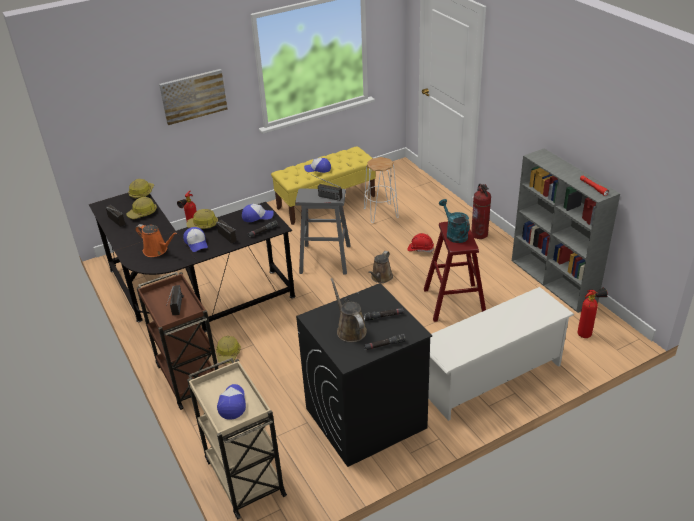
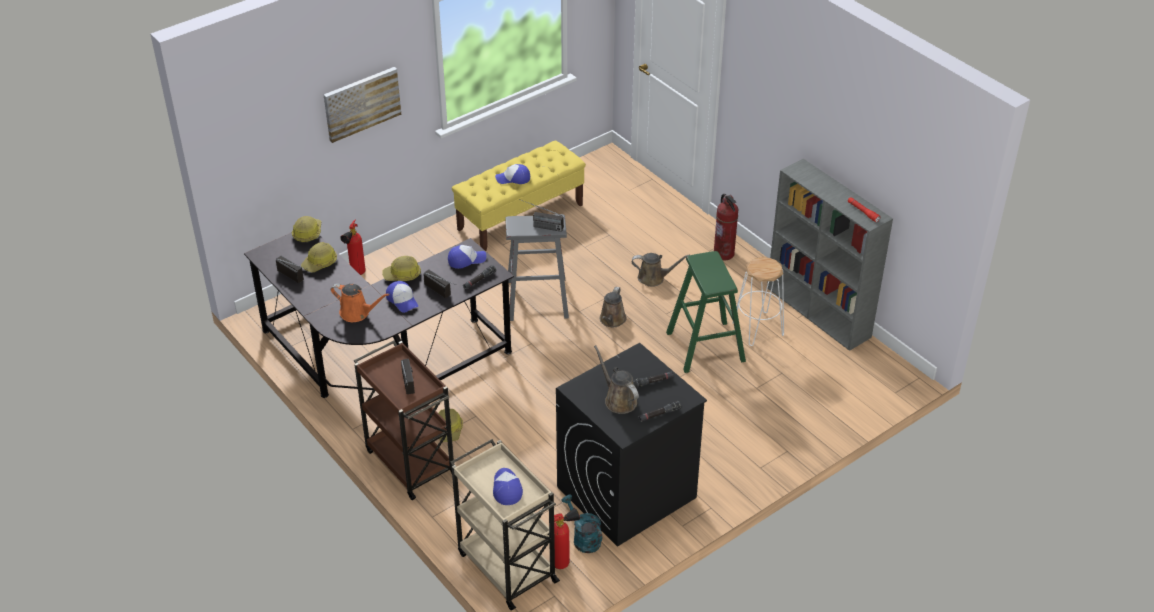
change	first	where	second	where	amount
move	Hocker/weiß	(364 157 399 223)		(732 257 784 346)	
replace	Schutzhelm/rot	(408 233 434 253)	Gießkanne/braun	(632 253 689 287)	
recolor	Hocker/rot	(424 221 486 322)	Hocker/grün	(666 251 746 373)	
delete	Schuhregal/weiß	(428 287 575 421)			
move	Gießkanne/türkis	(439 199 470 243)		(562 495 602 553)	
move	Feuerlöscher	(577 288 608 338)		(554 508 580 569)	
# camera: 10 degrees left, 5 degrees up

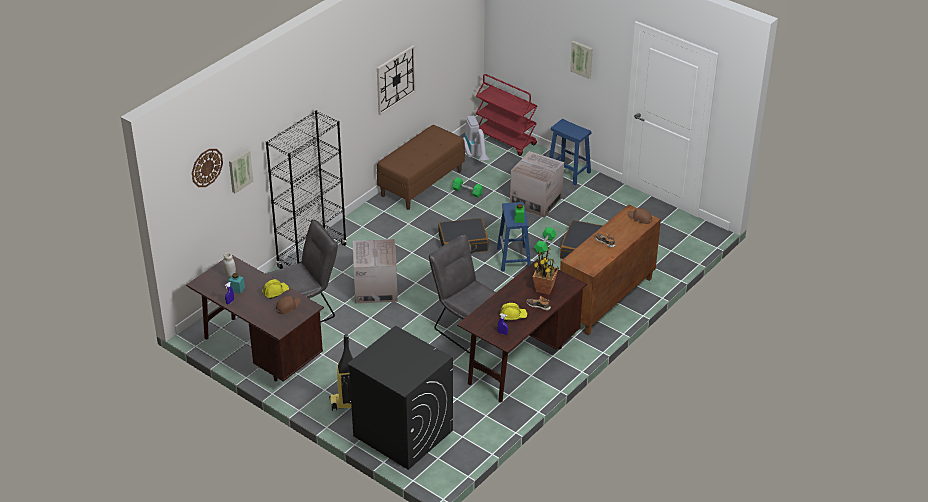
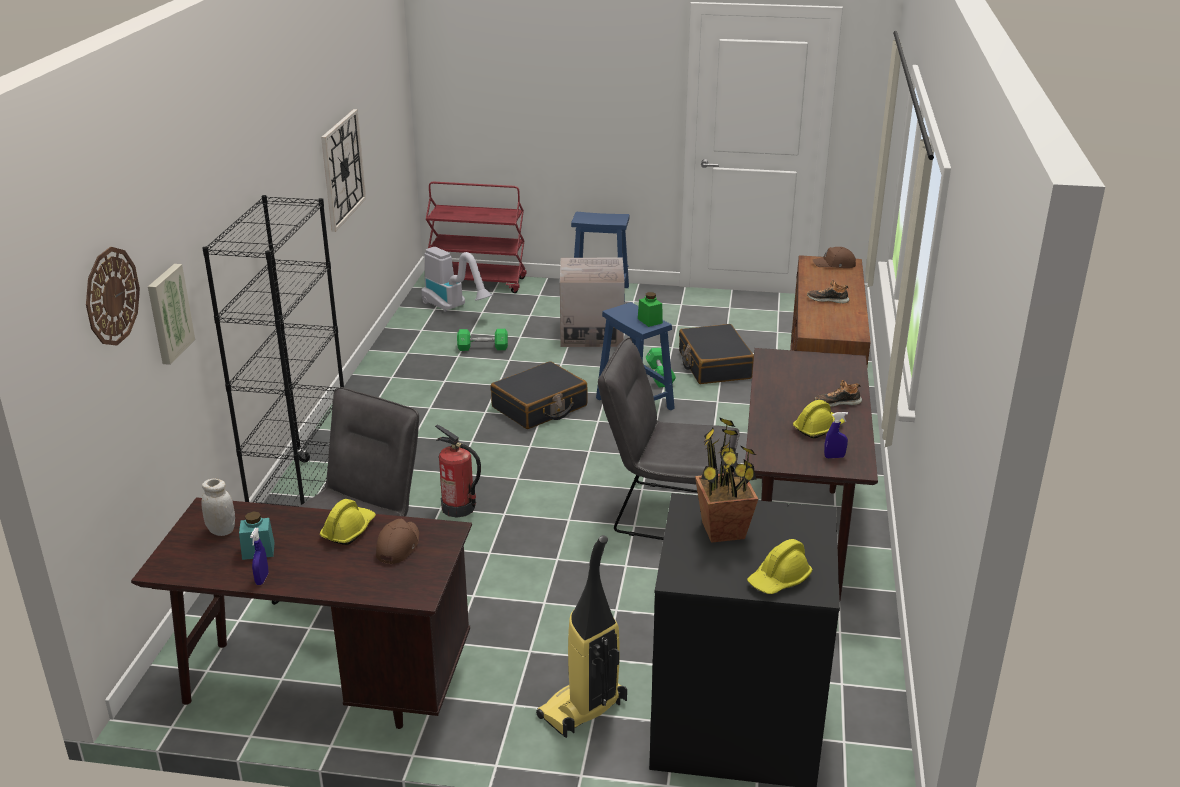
change	first	where	second	where	amount
replace	Karton	(353 239 398 304)	Feuerlöscher	(435 425 481 518)	
delete	Bank/braun	(377 125 465 210)			
move	Topfpflanze	(533 247 559 295)		(695 417 758 543)	
delete	Bild	(570 41 593 79)			
insert			Schutzhelm/gelb	(747 539 813 594)	
# camera: 30 degrees left, 10 degrees down

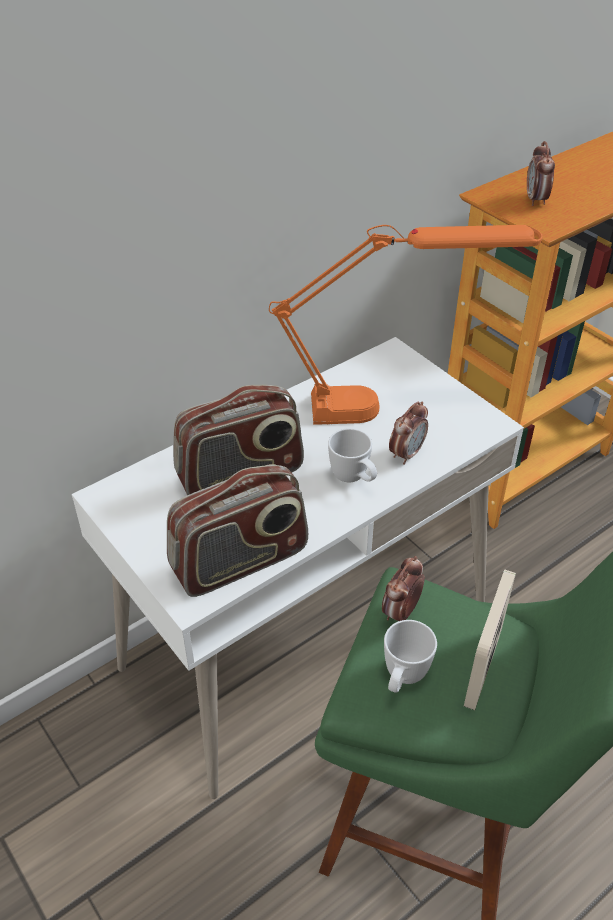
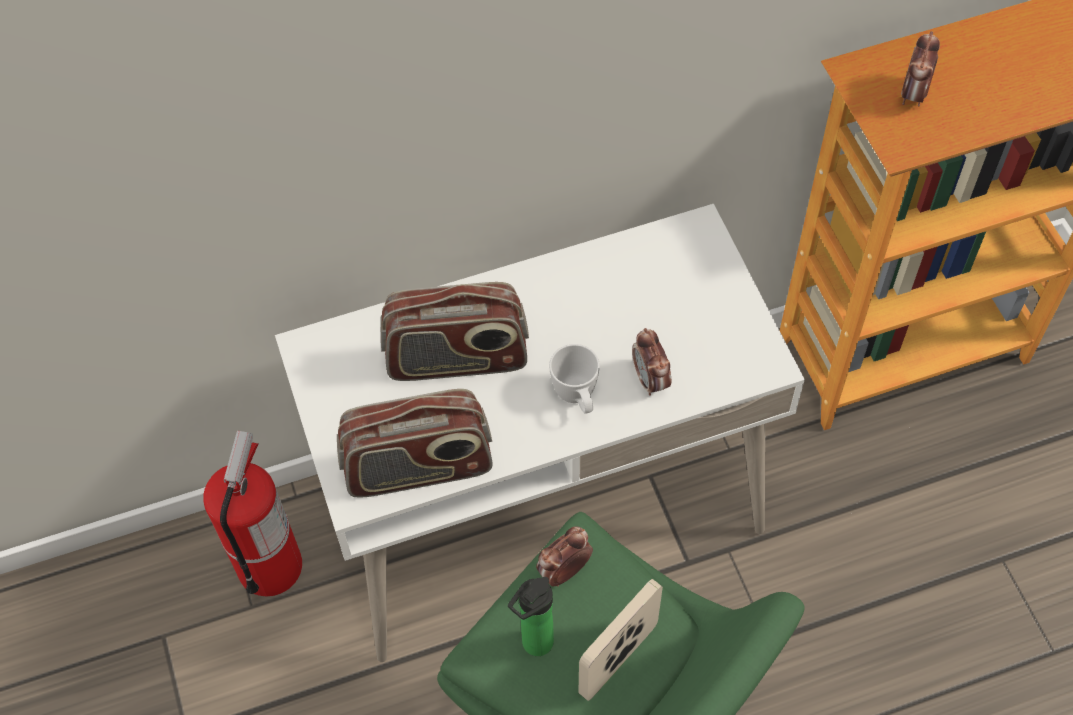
change	first	where	second	where	amount
delete	Tischlampe/orange	(269 225 542 425)			
replace	Henkelbecher/weiß	(384 620 437 693)	Flasche	(508 577 554 656)	
rotate	Wecker	(389 402 428 465)		(632 328 671 396)	105 degrees clockwise
insert			Feuerlöscher	(203 431 302 596)	
# camera: 20 degrees right, 15 degrees up

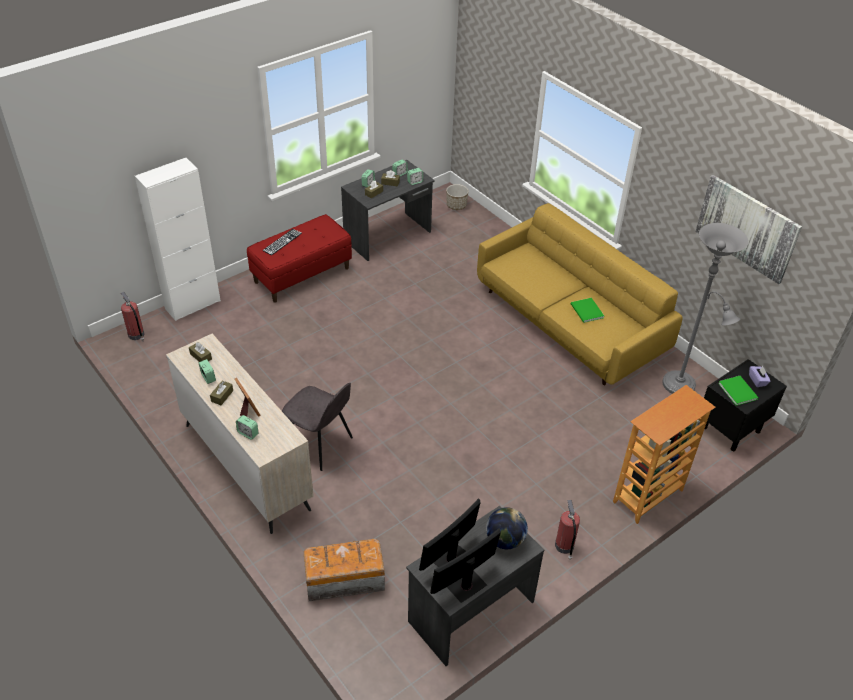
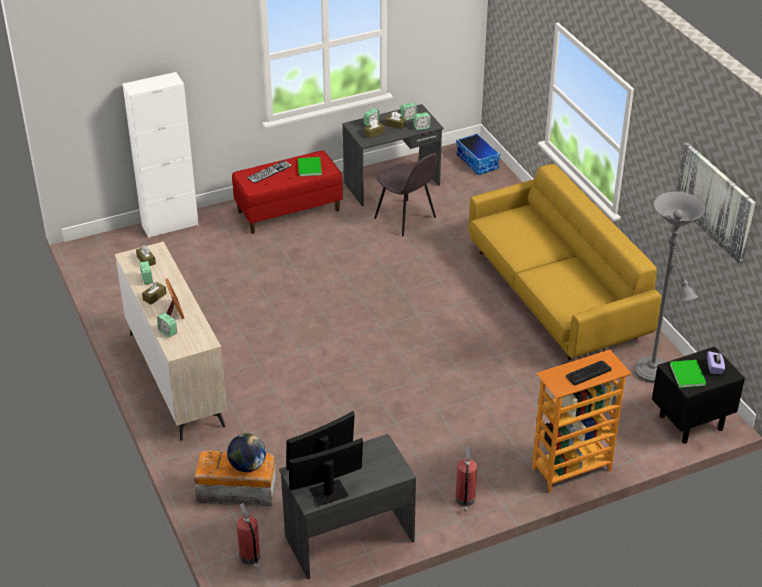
change	first	where	second	where	amount
move	Feuerlöscher	(121 292 144 342)		(237 503 260 569)	
move	Stuhl/grau	(282 383 353 471)		(374 153 438 236)	
replace	Pflanzkübel	(446 184 469 210)	Aufbewahrungsbox	(456 133 500 175)	
move	Globus	(486 507 528 549)		(227 433 266 472)	
move	Buch/grün	(571 298 604 323)		(298 157 322 176)	
insert			Tastatur	(566 361 612 385)	
# camera: 15 degrees right, 5 degrees down

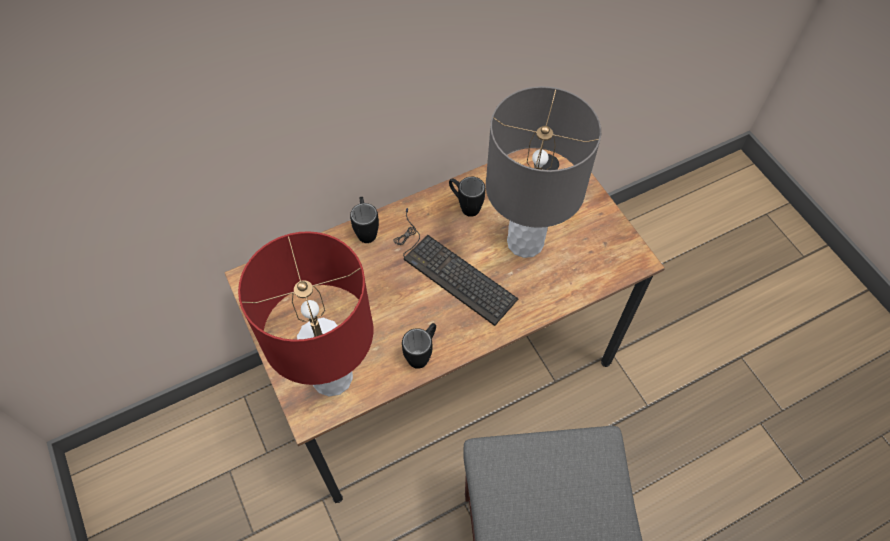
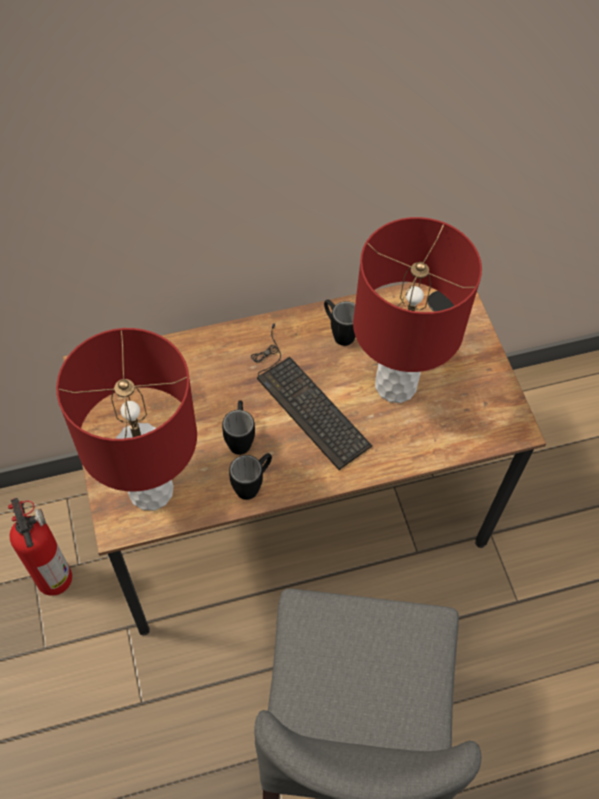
change	first	where	second	where	amount
move	Henkelbecher/schwarz	(350 197 379 243)		(222 400 255 455)	
recolor	Tischlampe/grau	(486 86 601 258)	Tischlampe/rot	(353 217 482 403)	
insert			Feuerlöscher	(8 498 72 596)	
# camera: 10 degrees right, 0 degrees up

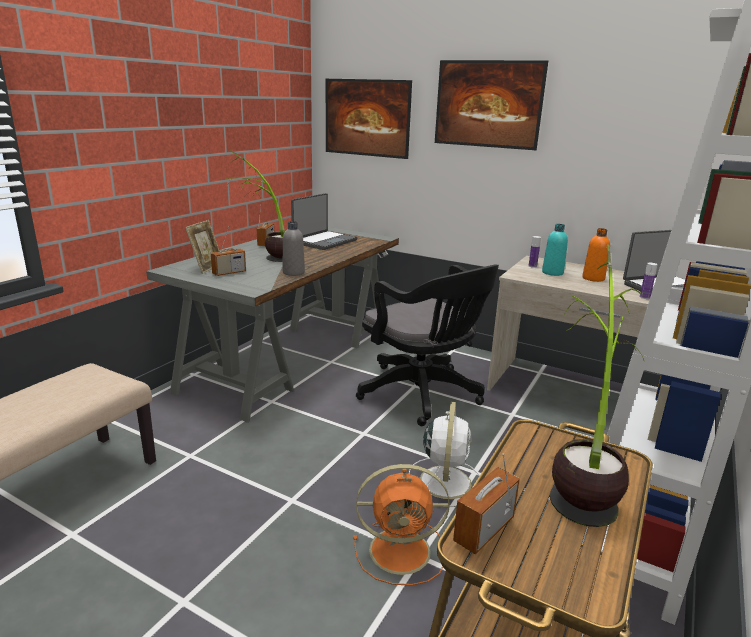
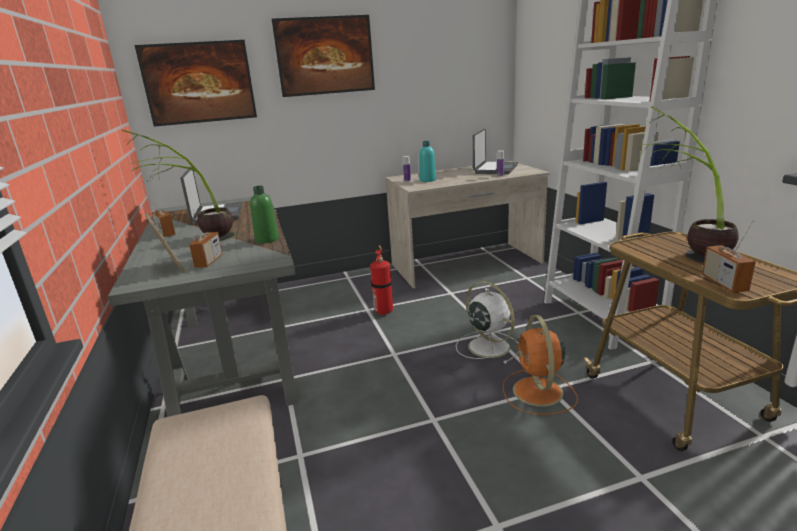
change	first	where	second	where	amount
recolor	Flasche/grau	(283 221 305 276)	Flasche/grün	(250 186 279 243)	
rotate	Ventilator/orange	(353 464 450 586)		(503 315 578 415)	135 degrees clockwise
replace	Bürostuhl/schwarz	(356 265 499 426)	Feuerlöscher	(370 245 393 316)	
delete	Flasche/orange	(582 228 610 282)			
# camera: 45 degrees left, 0 degrees up

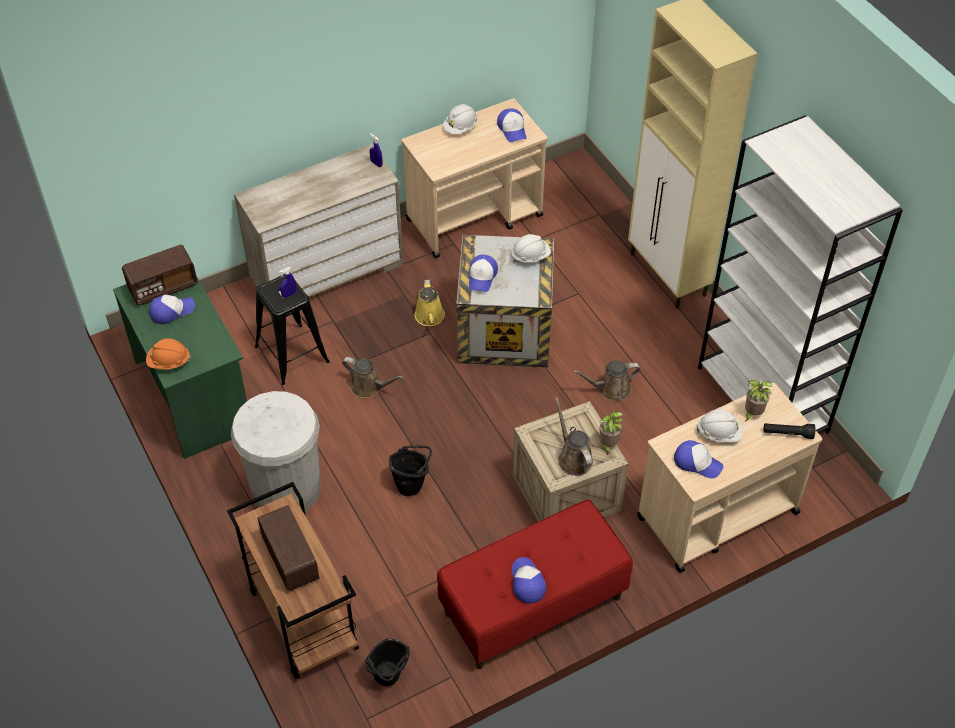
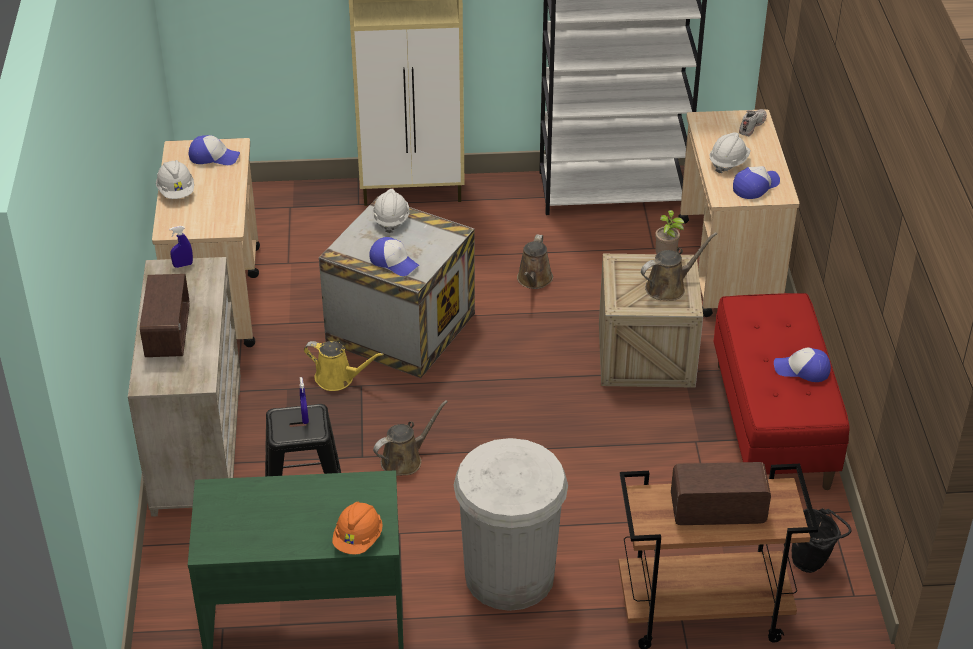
change	first	where	second	where	amount
move	Radio	(122 245 198 305)		(140 274 190 357)	
delete	Kappe	(149 295 195 324)			
delete	Eimer/schwarz	(389 445 432 496)			
rotate	Gießkanne/braun	(555 397 593 476)		(641 232 717 301)	150 degrees clockwise
delete	Topfpflanze	(745 380 772 421)			
replace	Taschenlampe/schwarz	(764 423 815 439)	Schuh/weiß	(739 109 767 136)	
# camera: 65 degrees left, 10 degrees down

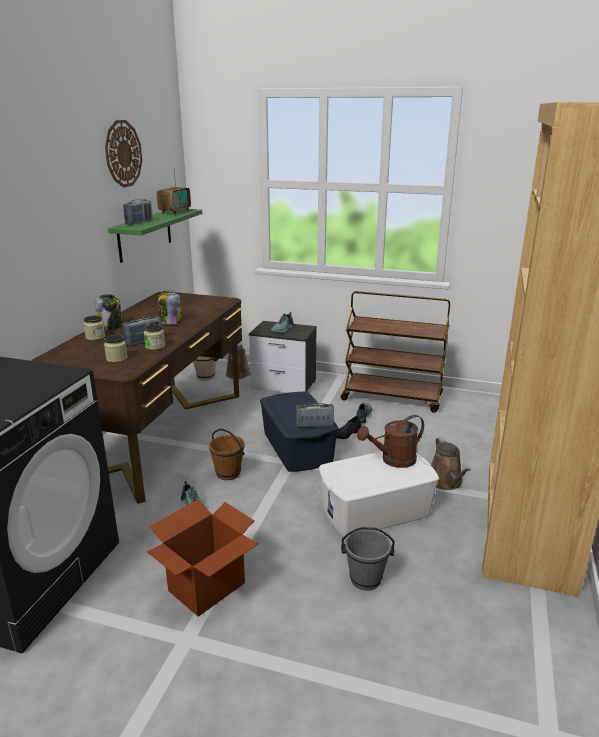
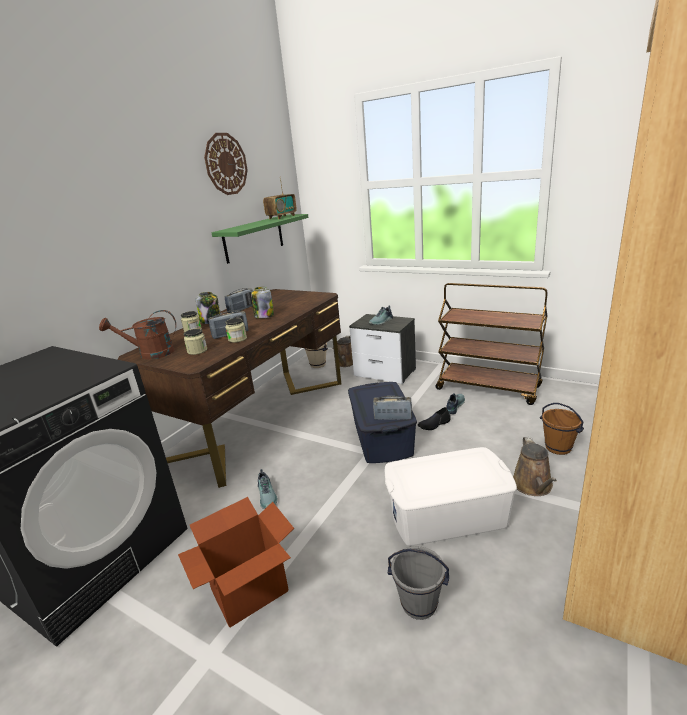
change	first	where	second	where	amount
move	Radio	(123 199 153 225)		(225 288 253 313)	
move	Eimer/braun	(209 429 245 480)		(540 403 584 455)	
move	Gießkanne/braun	(357 415 424 468)		(99 310 176 359)	
# camera: 15 degrees right, 0 degrees up

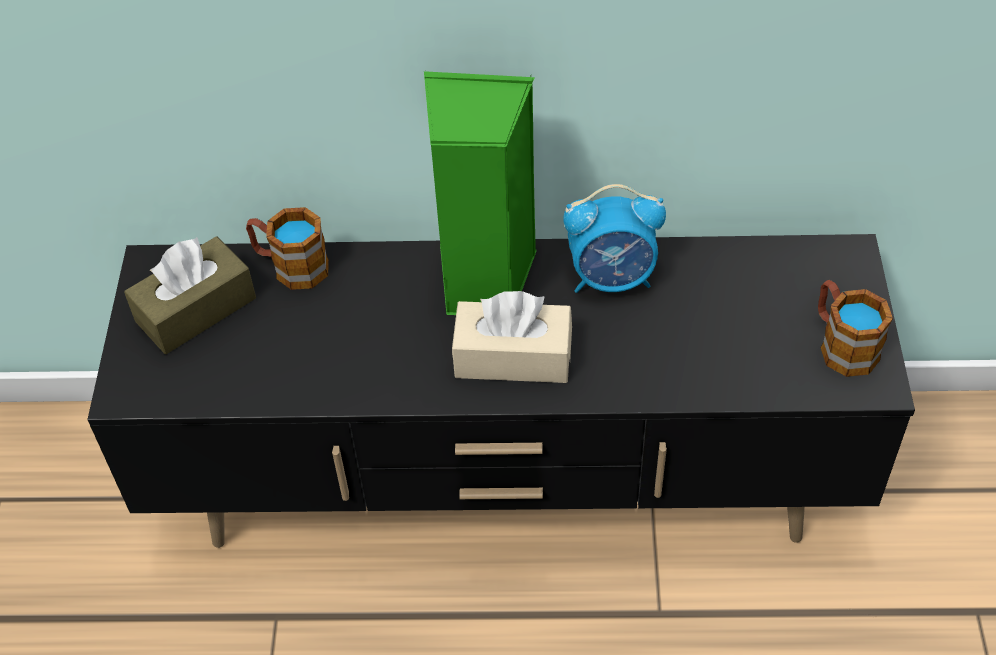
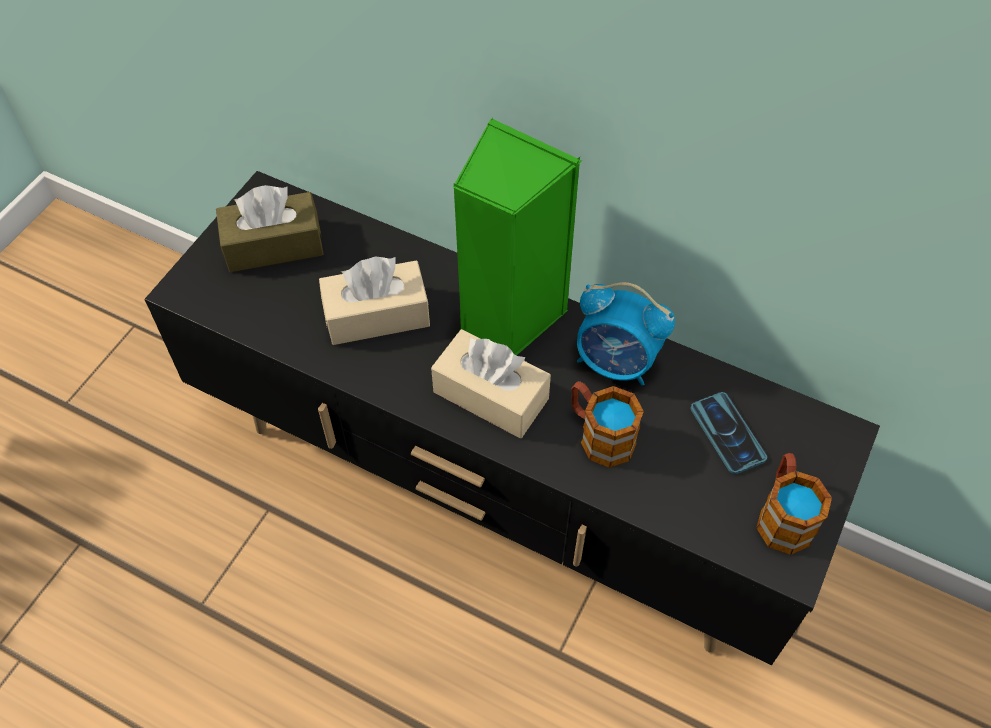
change	first	where	second	where	amount
move	Henkelbecher	(246 207 329 290)		(571 381 644 468)	
insert			Taschentuchbox/beige	(319 257 430 345)	
insert			Handy	(691 392 767 474)	
# camera: 25 degrees right, 5 degrees up

